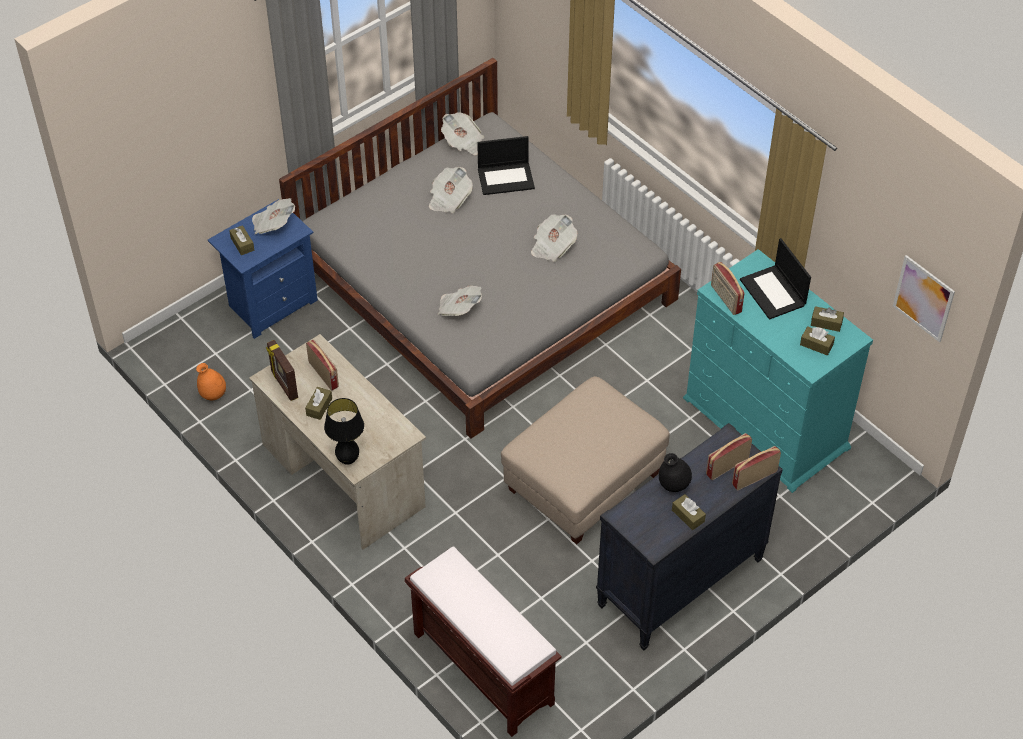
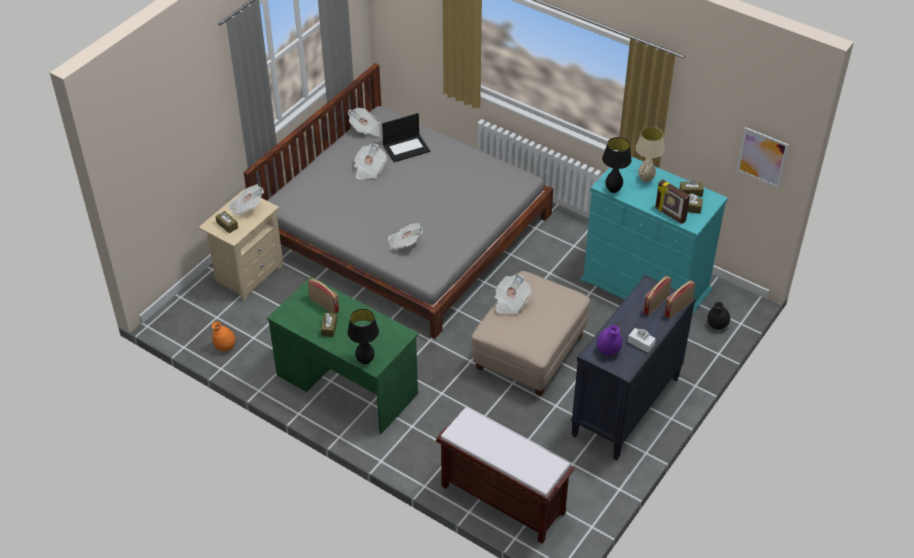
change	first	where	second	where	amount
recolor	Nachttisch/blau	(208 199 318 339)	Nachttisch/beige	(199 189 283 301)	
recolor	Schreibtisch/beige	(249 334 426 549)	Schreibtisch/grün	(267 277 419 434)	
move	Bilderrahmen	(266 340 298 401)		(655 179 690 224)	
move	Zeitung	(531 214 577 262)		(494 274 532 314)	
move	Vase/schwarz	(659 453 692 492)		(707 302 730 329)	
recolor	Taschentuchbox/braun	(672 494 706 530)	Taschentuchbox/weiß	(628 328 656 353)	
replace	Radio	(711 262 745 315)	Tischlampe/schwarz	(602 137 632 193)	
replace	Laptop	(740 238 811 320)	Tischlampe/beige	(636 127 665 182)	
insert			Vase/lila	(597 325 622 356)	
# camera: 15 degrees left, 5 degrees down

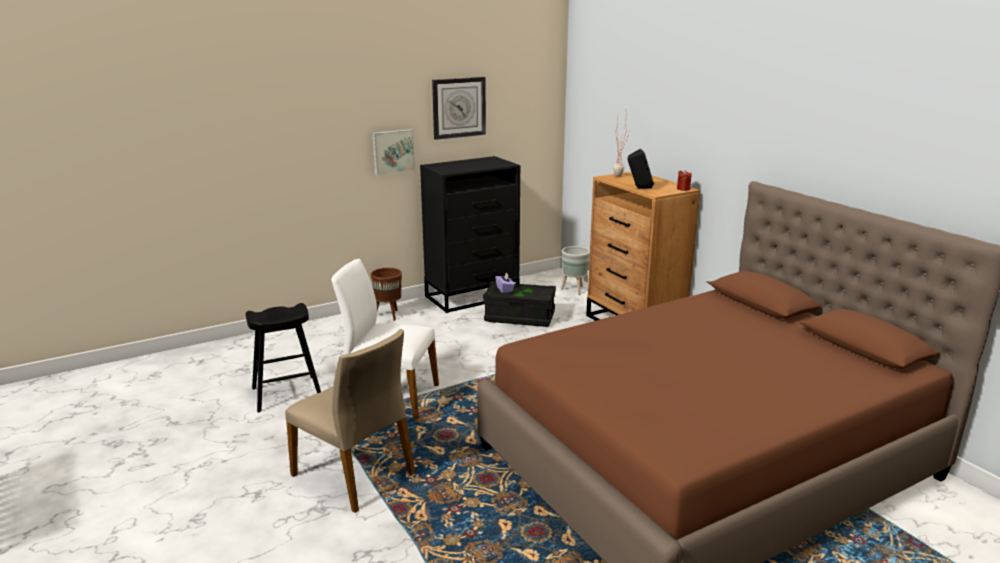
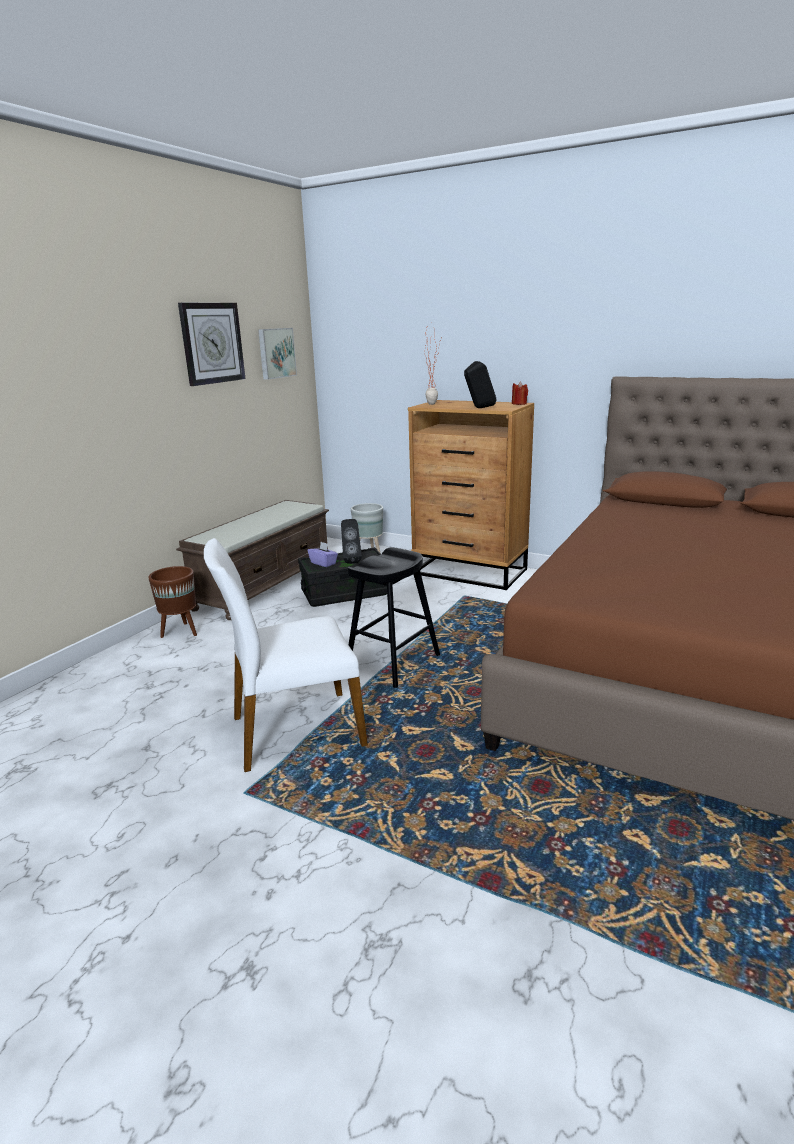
change	first	where	second	where	amount
move	Hocker/schwarz	(246 303 321 412)		(348 547 440 688)	
delete	Stuhl/beige	(285 329 415 513)			
move	Bild	(373 129 415 175)		(258 328 297 380)	
replace	Kommode/schwarz	(420 156 520 313)	Bank/braun	(176 500 329 620)	
insert			Lautsprecher/schwarz	(341 519 362 564)	
# camera: 30 degrees left, 0 degrees up

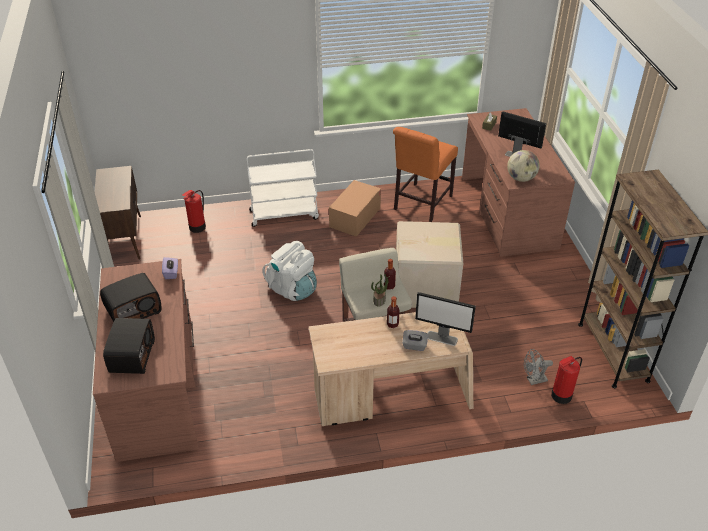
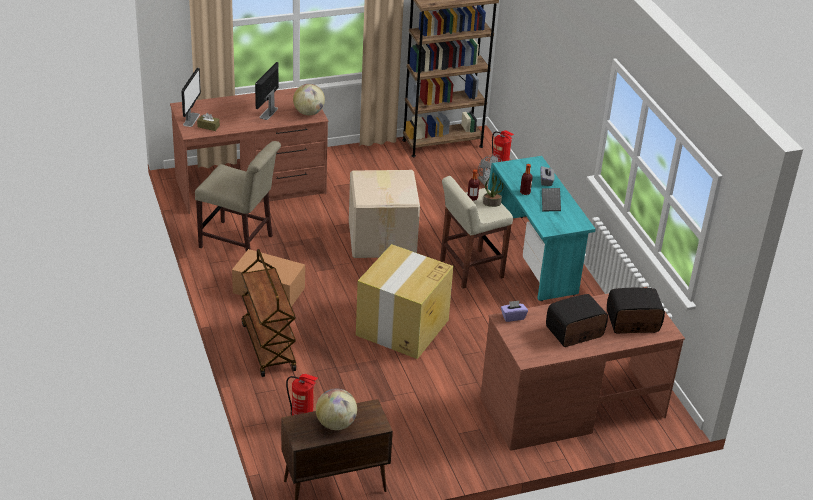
change	first	where	second	where	amount
rotate	Radio	(100 273 161 322)		(546 294 608 347)	75 degrees counterclockwise
recolor	Rollwagen/weiß	(247 149 319 227)	Rollwagen/braun	(241 249 296 377)	
replace	Rucksack/weiß	(262 241 317 301)	Karton	(356 244 453 359)	
recolor	Schreibtisch/beige	(309 312 473 426)	Schreibtisch/türkis	(488 156 596 301)	
recolor	Stuhl/orange	(393 127 458 222)	Stuhl/beige	(195 141 281 251)	
move	Monitor	(415 292 476 346)		(181 67 201 127)	
insert			Globus	(316 388 357 430)	
insert			Tastatur	(542 188 561 211)	
# camera: 100 degrees left, 5 degrees down

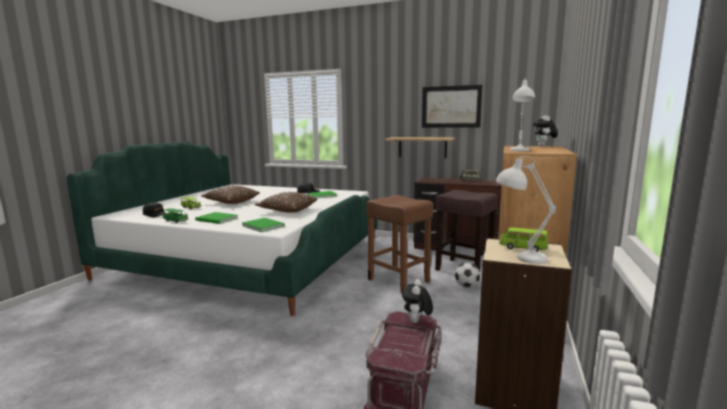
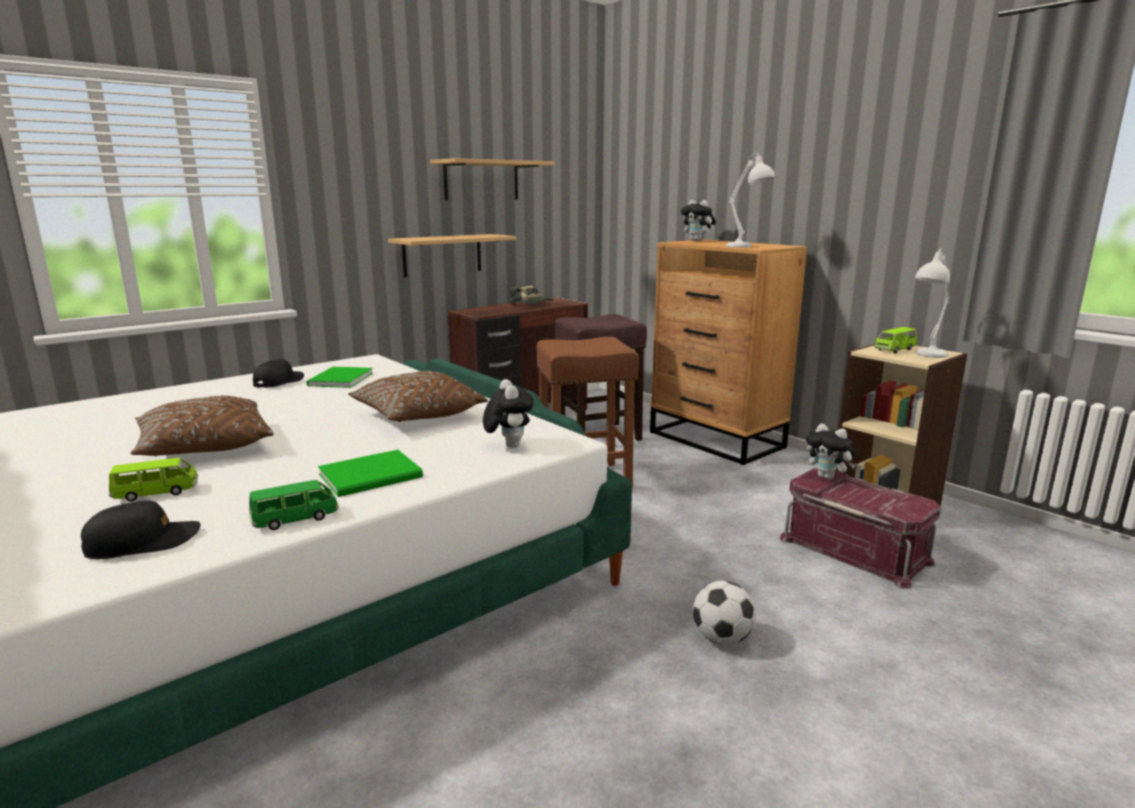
change	first	where	second	where	amount
replace	Buch/grün	(242 218 285 232)	Plüschtier	(483 379 534 448)	
replace	Bild	(422 85 482 128)	Wandregal	(430 158 554 200)	
move	Fußball	(455 263 480 288)		(693 581 756 645)	
# camera: 60 degrees left, 5 degrees up

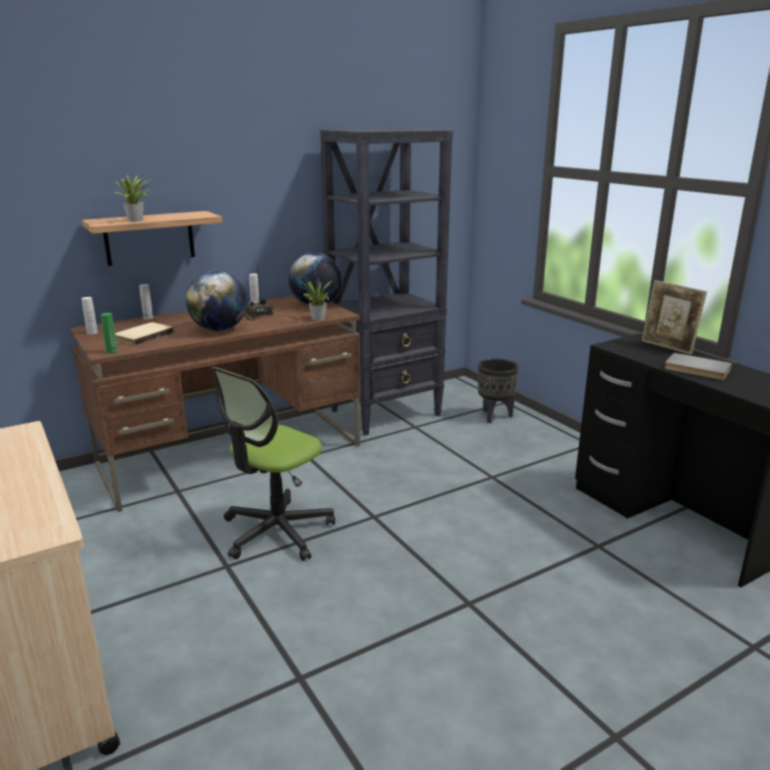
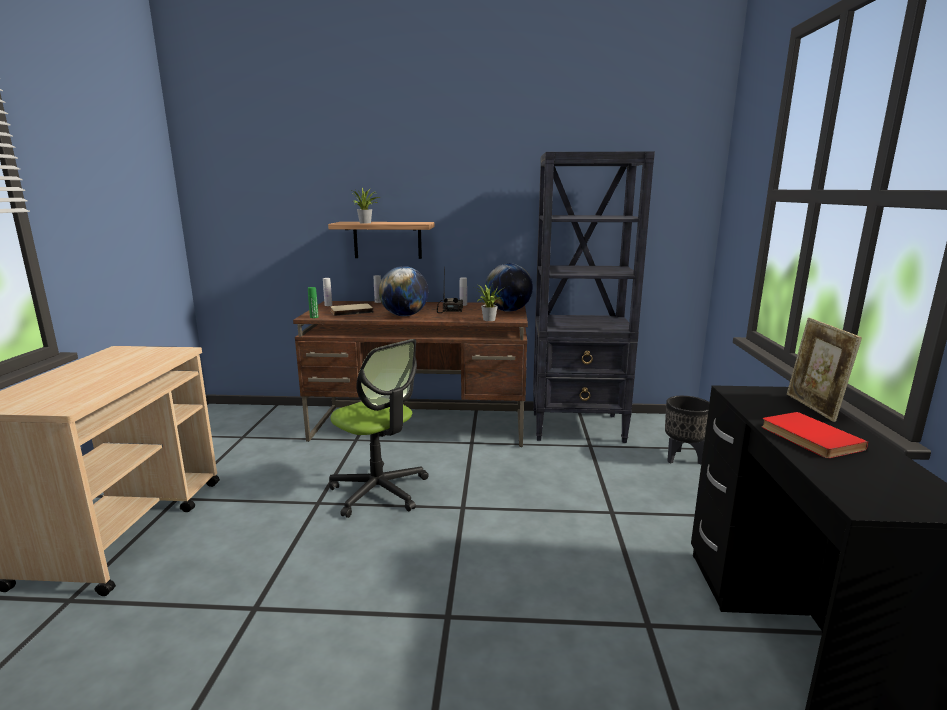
change	first	where	second	where	amount
rotate	Bürostuhl	(212 367 335 561)		(329 339 429 518)	120 degrees counterclockwise
recolor	Buch/grau	(664 353 732 380)	Buch/rot	(761 412 868 458)	
# camera: 35 degrees right, 5 degrees down

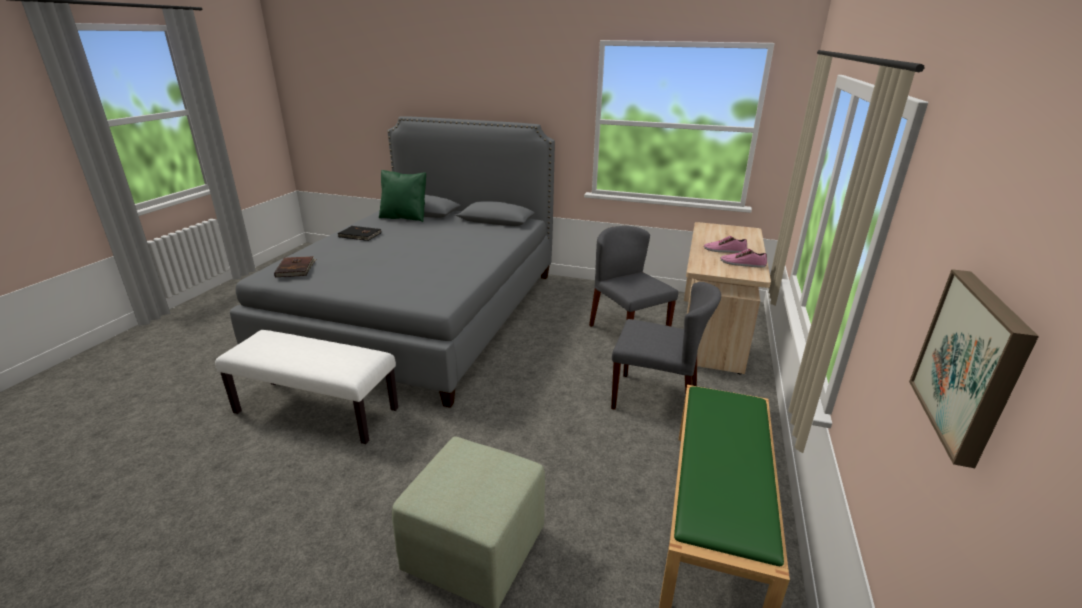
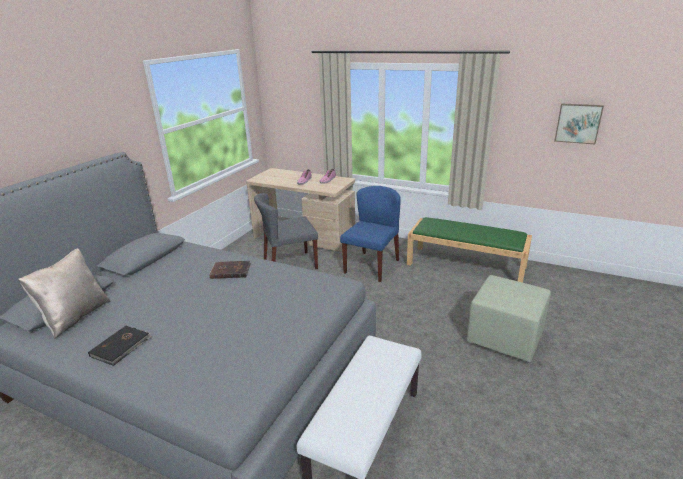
change	first	where	second	where	amount
move	Buch/braun	(274 256 316 278)		(209 261 251 279)	
recolor	Kissen/grün	(379 170 426 222)	Kissen/beige	(18 248 111 339)	
recolor	Stuhl/grau	(611 282 721 410)	Stuhl/blau	(340 186 400 282)	
# camera: 80 degrees left, 0 degrees up

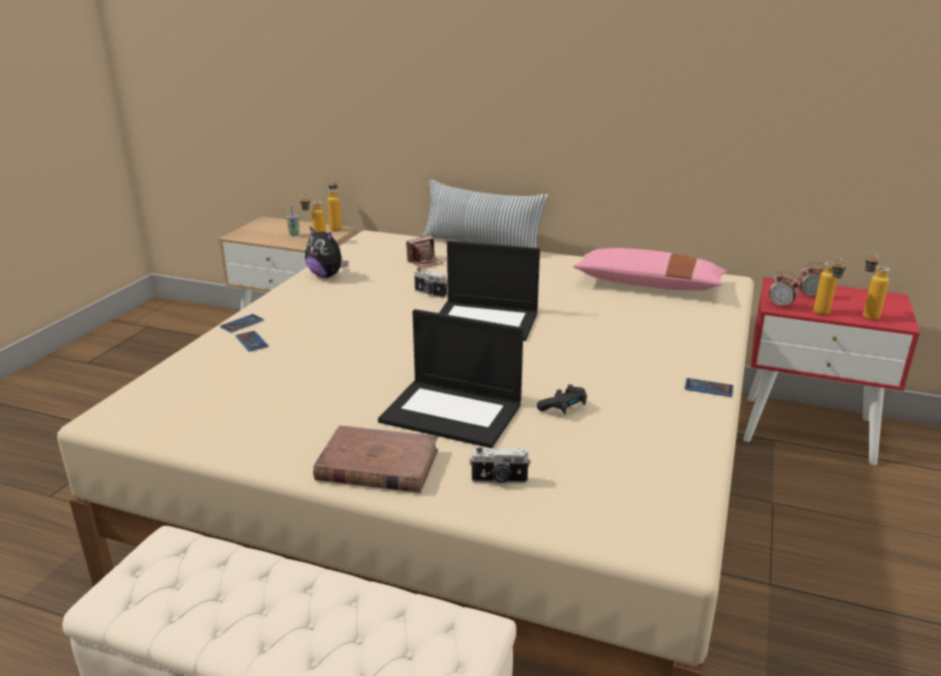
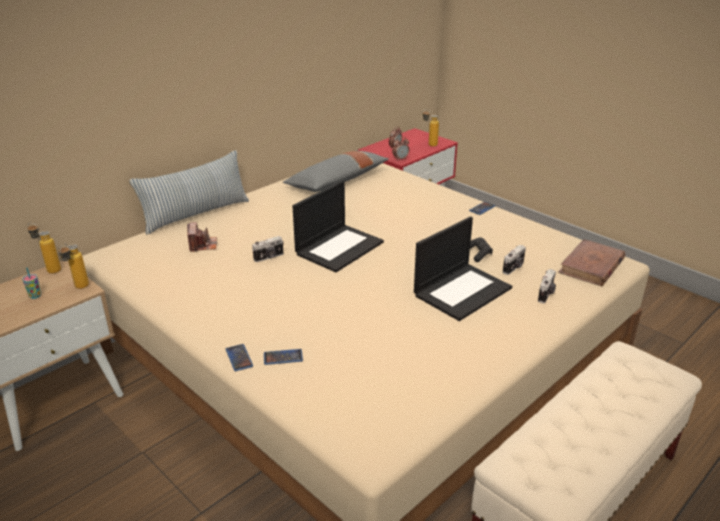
change	first	where	second	where	amount
delete	Plüschtier	(305 227 349 278)			
move	Buch/braun	(313 426 438 493)		(558 239 626 286)	
recolor	Kissen/rosa	(573 248 727 291)	Kissen/grau	(283 151 389 192)	
delete	Flasche	(813 258 846 315)			
insert			Kamera	(503 245 526 275)	
# camera: 65 degrees left, 5 degrees up

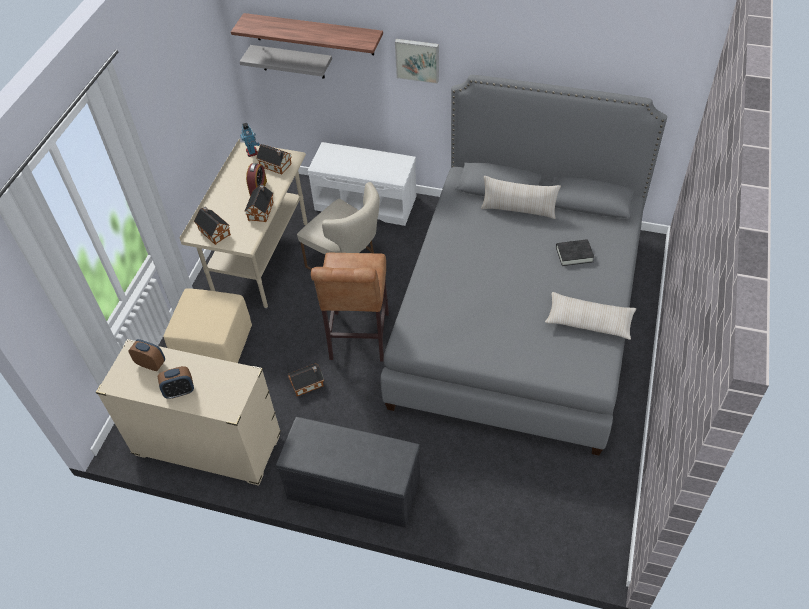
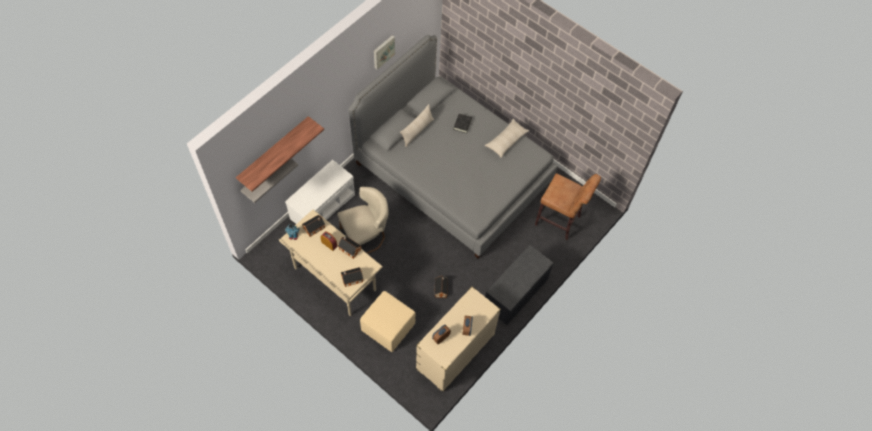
change	first	where	second	where	amount
move	Hocker/braun	(311 253 389 362)		(535 173 601 240)	
move	Bild	(395 39 439 84)		(374 35 395 70)	
# camera: 70 degrees left, 10 degrees up

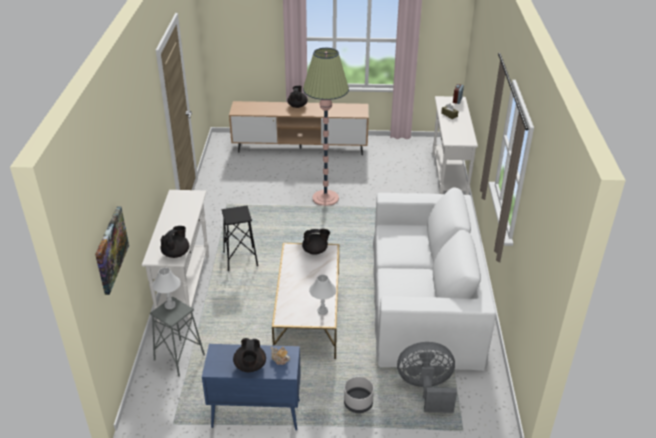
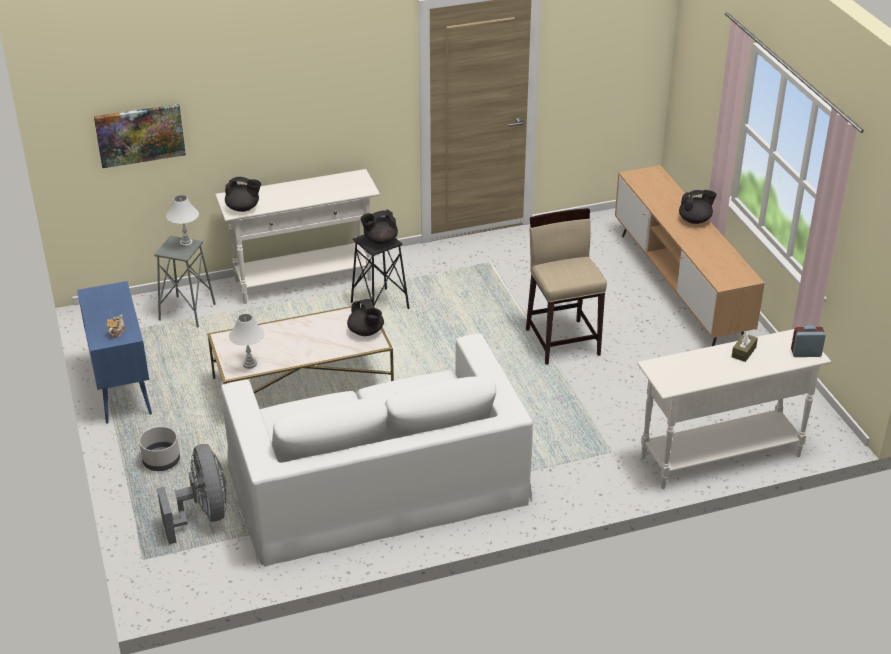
change	first	where	second	where	amount
move	Teekanne/schwarz	(233 338 266 372)		(361 209 398 244)	
replace	Stehlampe	(303 48 349 206)	Hocker/beige	(526 208 607 365)	
# camera: 70 degrees right, 0 degrees up

